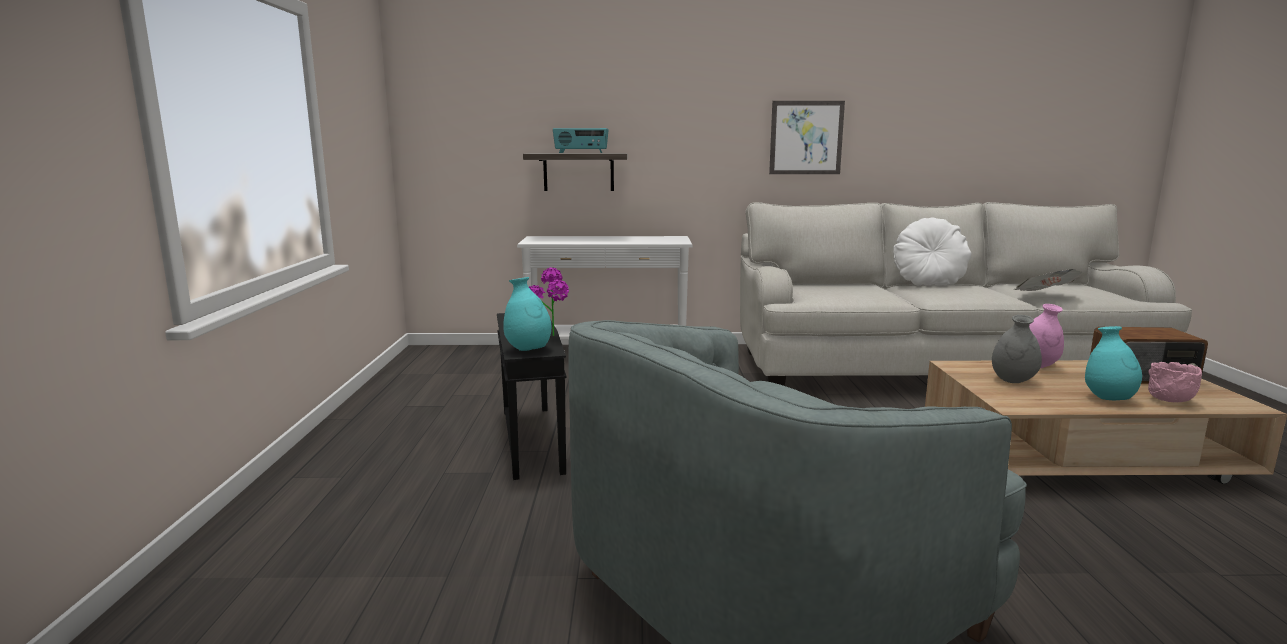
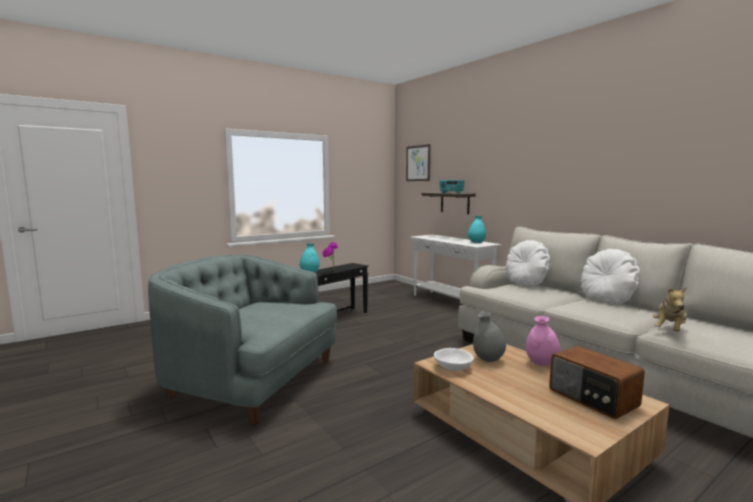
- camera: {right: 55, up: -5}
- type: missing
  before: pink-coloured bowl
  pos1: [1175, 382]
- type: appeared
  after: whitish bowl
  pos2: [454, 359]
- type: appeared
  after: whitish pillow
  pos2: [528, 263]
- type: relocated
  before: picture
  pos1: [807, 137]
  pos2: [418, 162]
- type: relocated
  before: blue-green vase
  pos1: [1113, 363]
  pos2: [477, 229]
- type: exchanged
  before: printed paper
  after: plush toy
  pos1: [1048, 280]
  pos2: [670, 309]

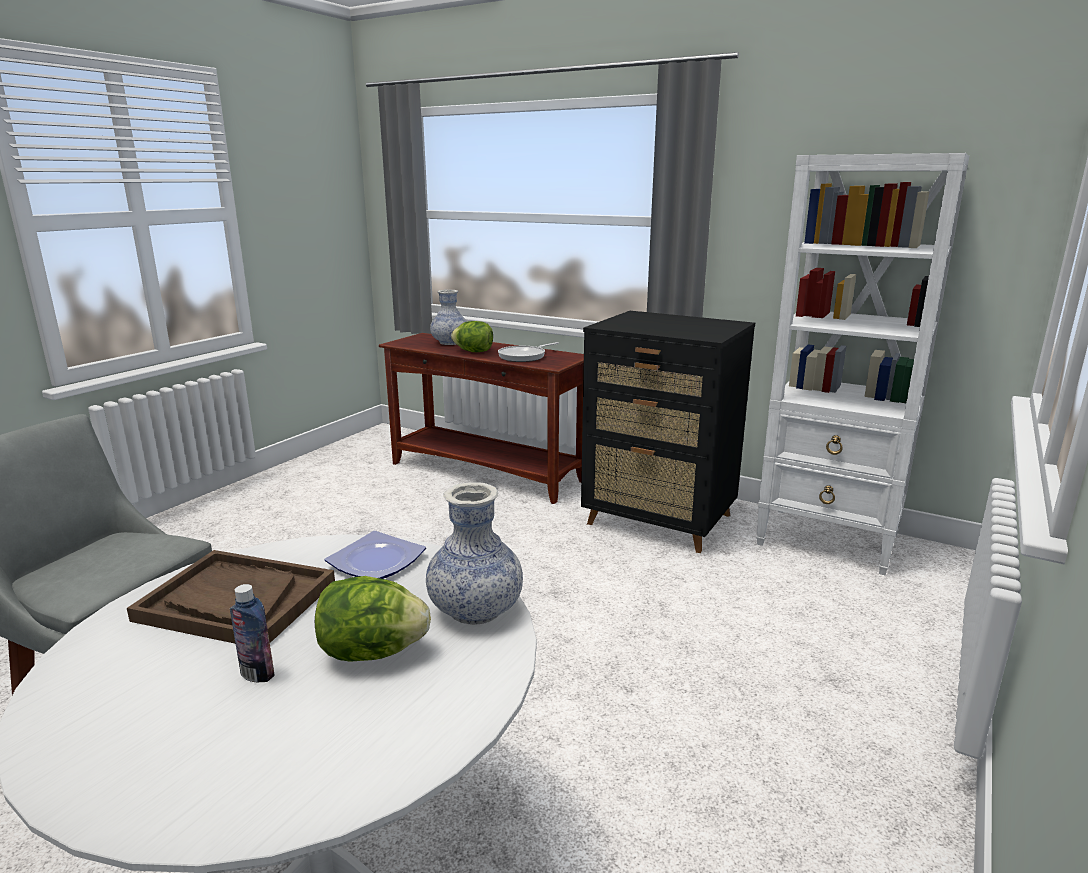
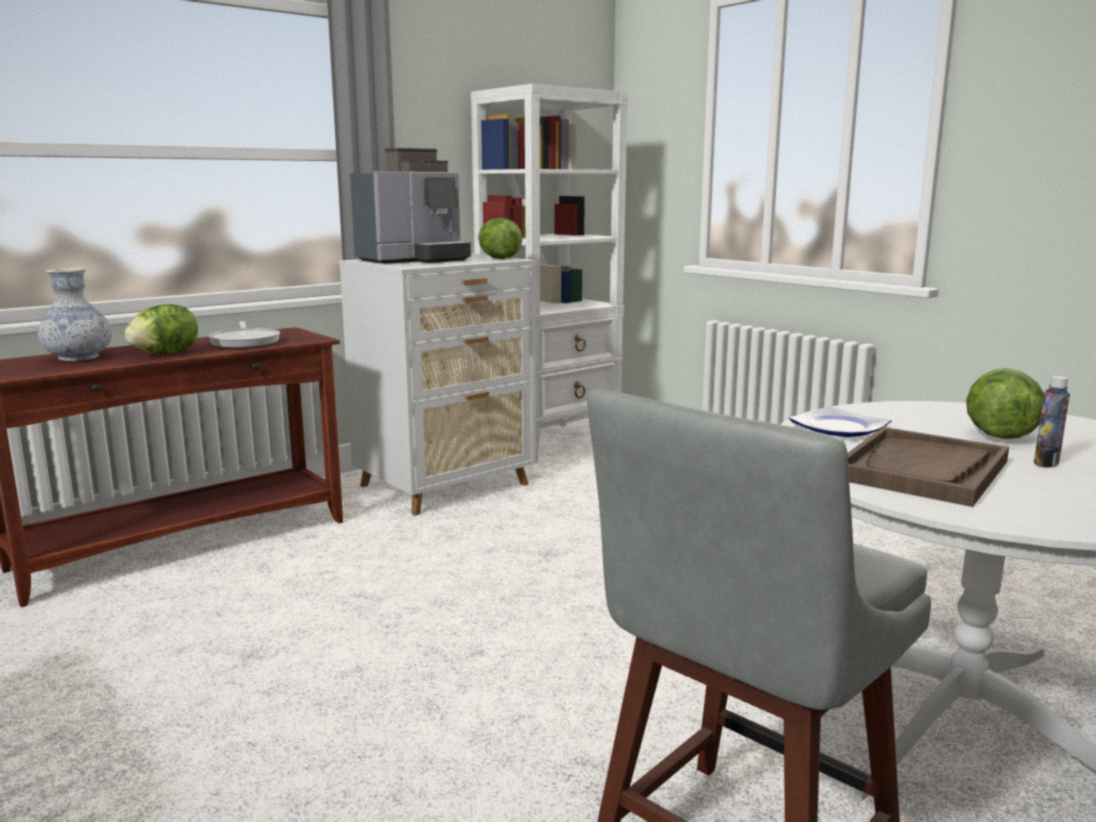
- camera: {right: -70, up: -5}
- type: missing
  before: vase
  pos1: [474, 553]
- type: appeared
  after: coffee brewer
  pos2: [410, 206]
- type: appeared
  after: lettuce
  pos2: [500, 238]
- type: colour
  before: blackish dresser
  after: whitish dresser
  pos1: [668, 432]
  pos2: [437, 384]

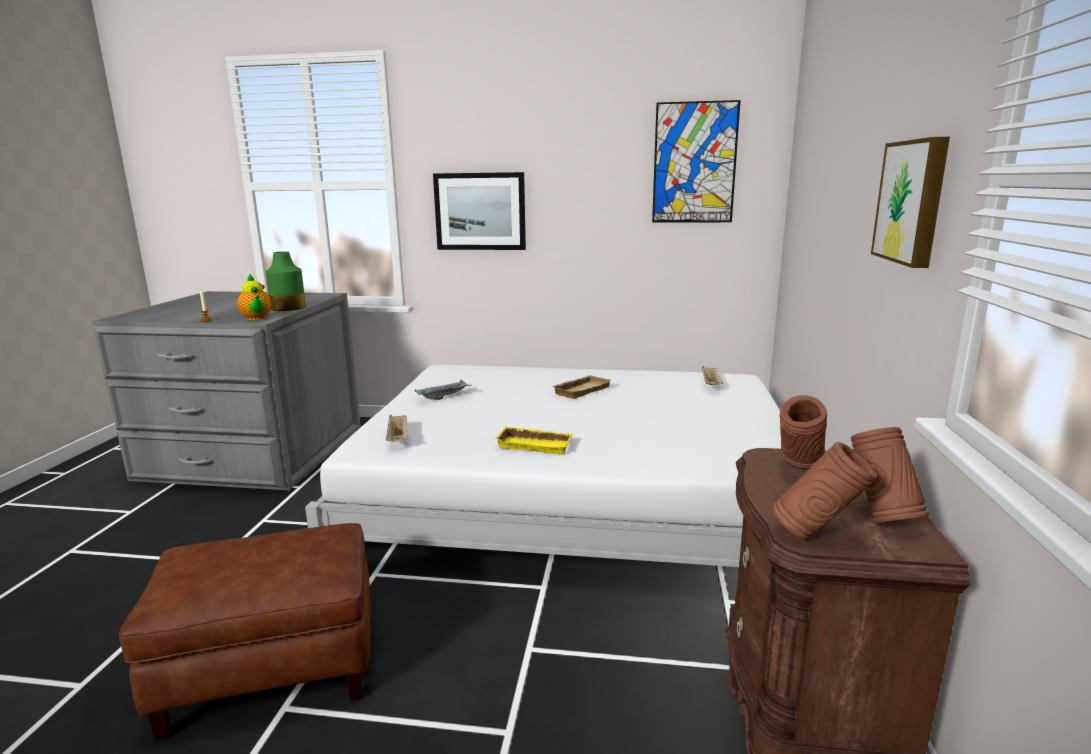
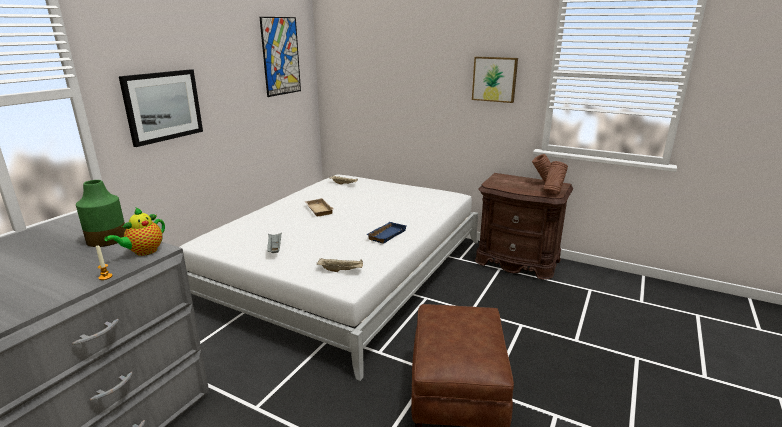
- camera: {right: -70, up: 5}
- type: missing
  before: brown-coloured vase
  pos1: [803, 432]
- type: colour
  before: yellow-coloured tray
  after: bluish tray
  pos1: [534, 440]
  pos2: [386, 233]
- type: spun
  before: teapot
  pos1: [254, 297]
  pos2: [134, 232]
  turn: 135

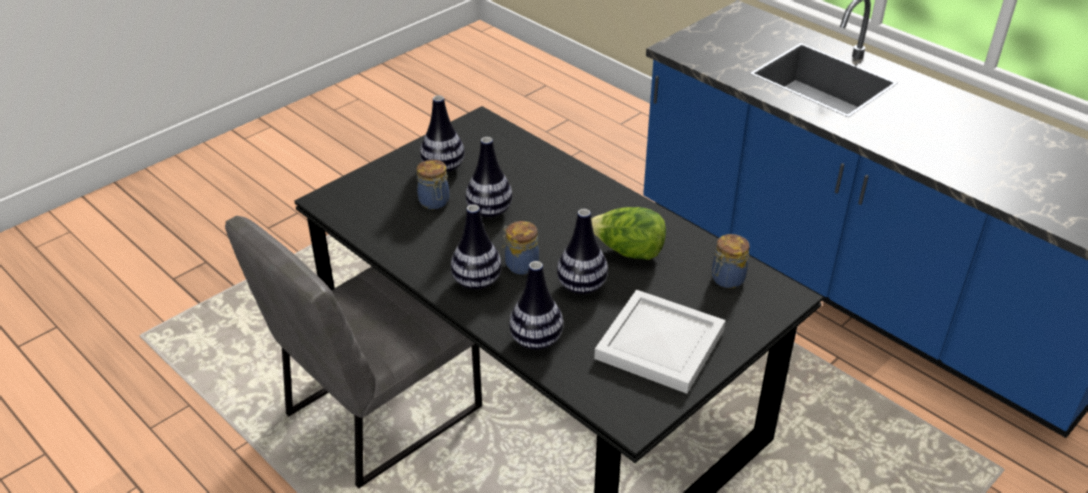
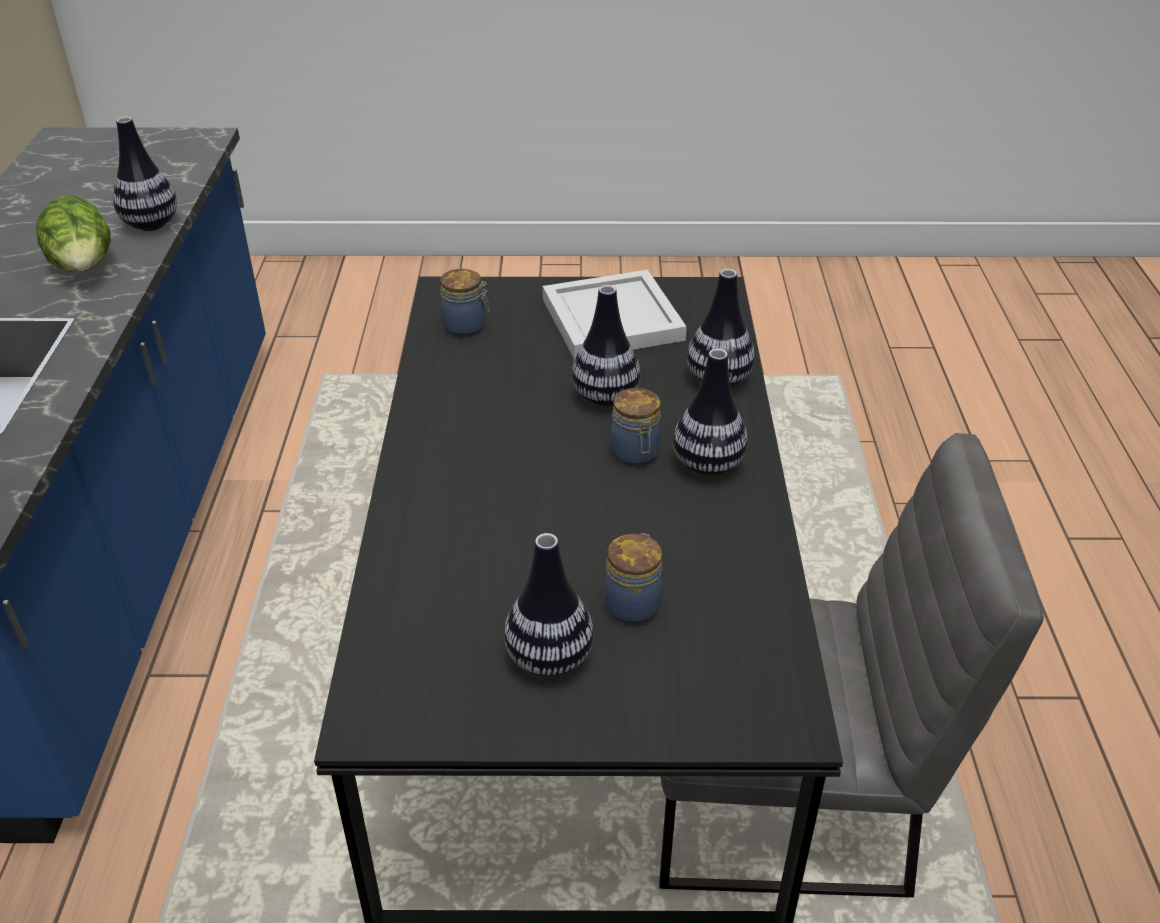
- camera: {right: -135, up: 0}
- type: relocated
  before: vase
  pos1: [489, 177]
  pos2: [145, 174]
- type: relocated
  before: lettuce
  pos1: [628, 233]
  pos2: [73, 234]

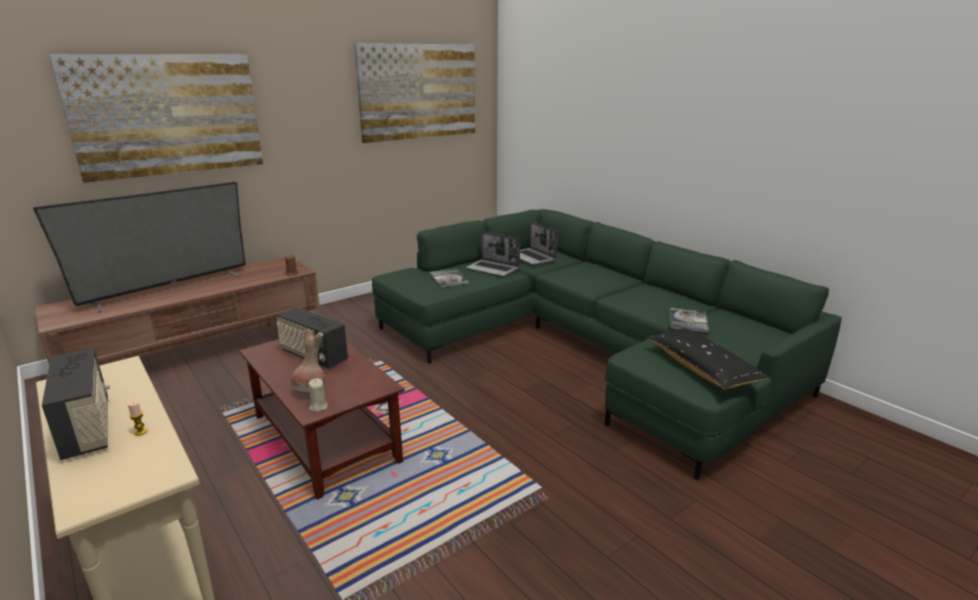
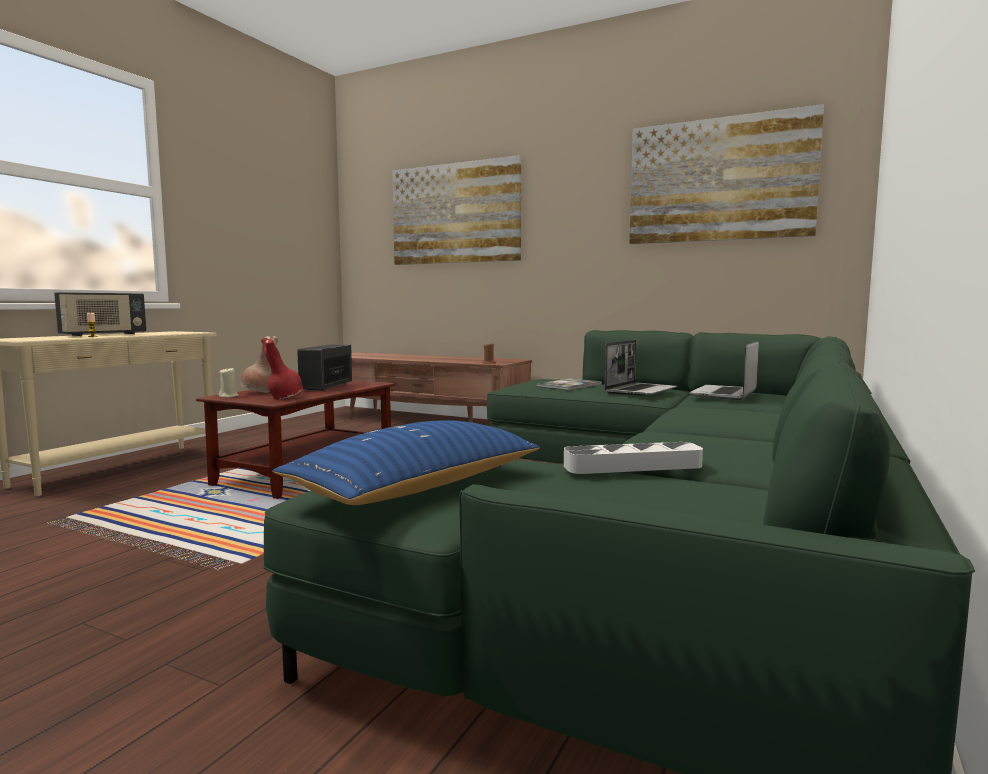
- camera: {right: 65, up: -15}
- type: missing
  before: TV set
  pos1: [139, 247]
- type: appeared
  after: red-coloured vase
  pos2: [282, 369]
- type: exchanged
  before: volume
  after: grey tray
  pos1: [689, 320]
  pos2: [633, 458]
- type: colour
  before: blackish pillow
  after: bluish pillow
  pos1: [708, 358]
  pos2: [406, 462]
- type: spun
  before: laptop
  pos1: [492, 253]
  pos2: [640, 368]
  turn: -150

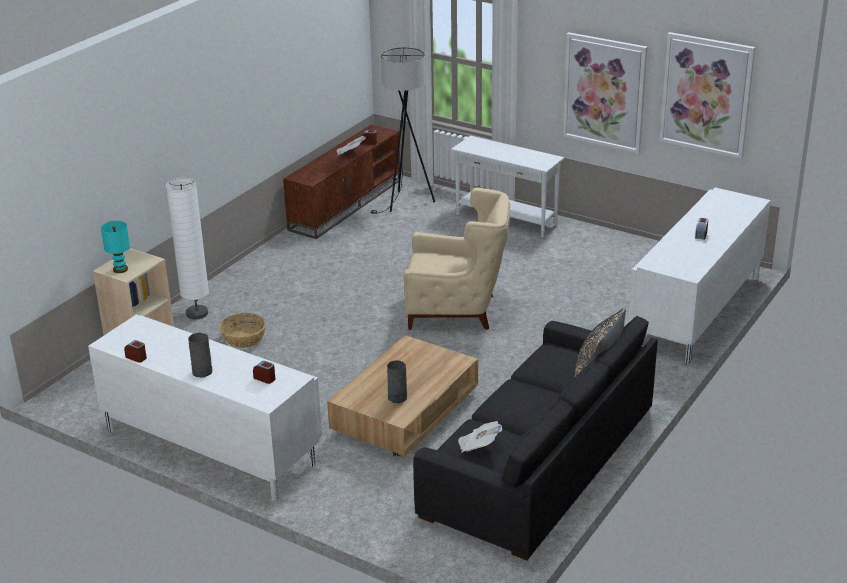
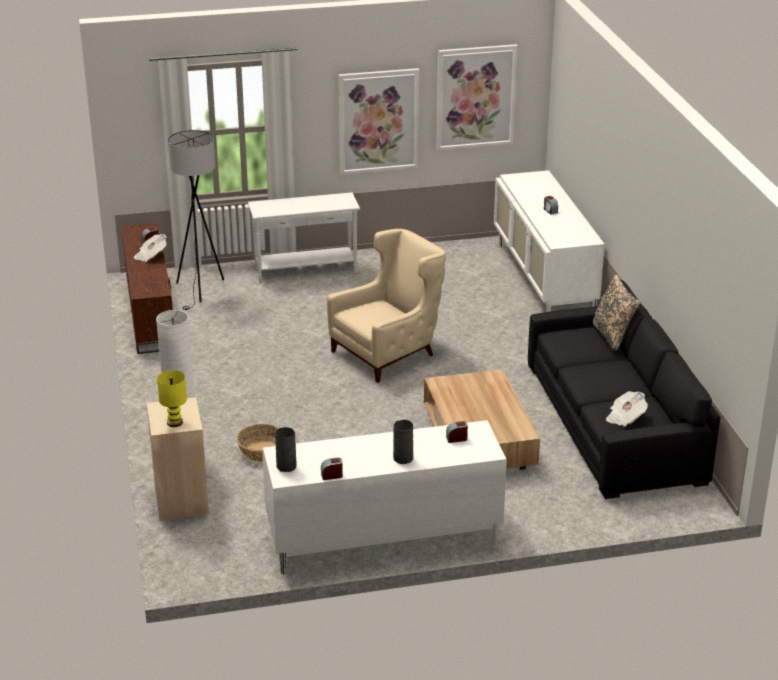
- camera: {right: -45, up: 0}
- type: relocated
  before: grey vase
  pos1: [397, 382]
  pos2: [286, 449]
- type: colour
  before: blue-green lamp for a table
  after: yellow-coloured lamp for a table
  pos1: [115, 247]
  pos2: [172, 398]

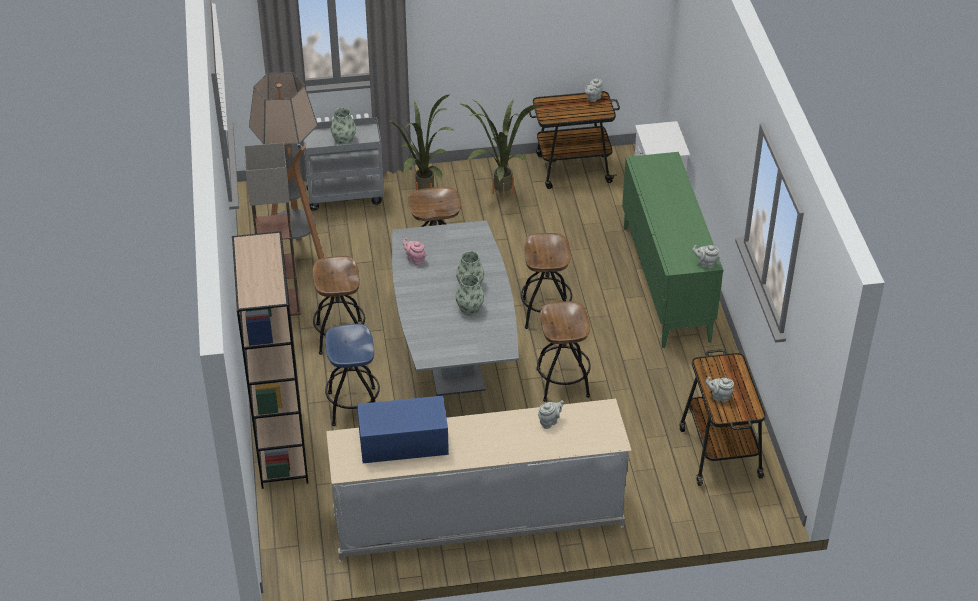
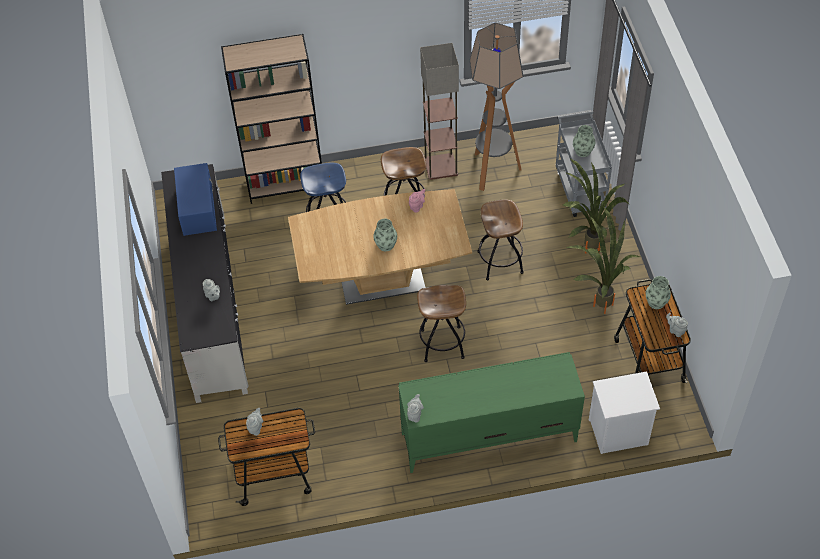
- camera: {right: 90, up: 10}
- type: missing
  before: brown-coloured sitting stool
  pos1: [563, 351]
- type: relocated
  before: vase
  pos1: [470, 295]
  pos2: [658, 292]
- type: colour
  before: beige-coloured storage cabinet
  after: blackish storage cabinet
  pos1: [479, 480]
  pos2: [204, 283]
- type: colour
  before: grey dining table
  after: brown-coloured dining table
  pos1: [455, 308]
  pos2: [380, 247]

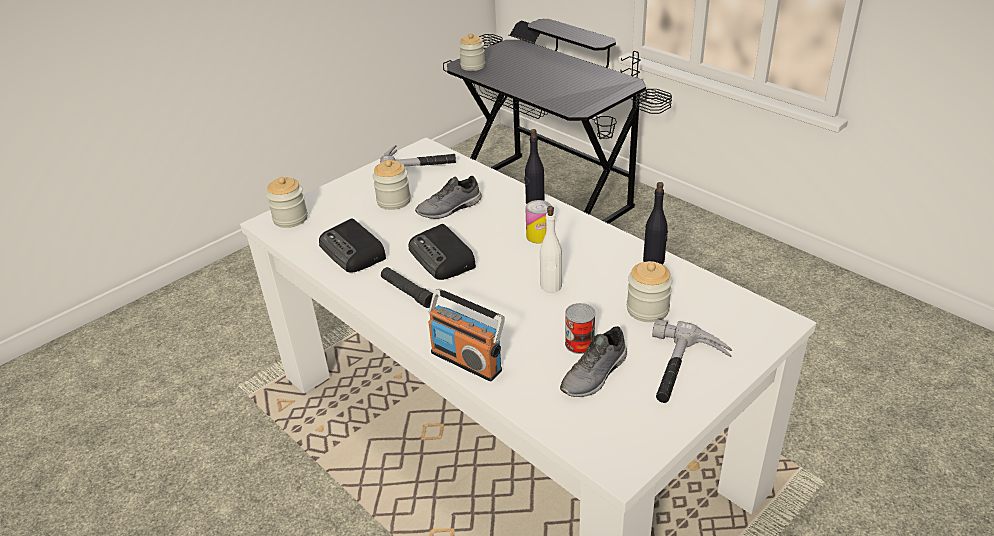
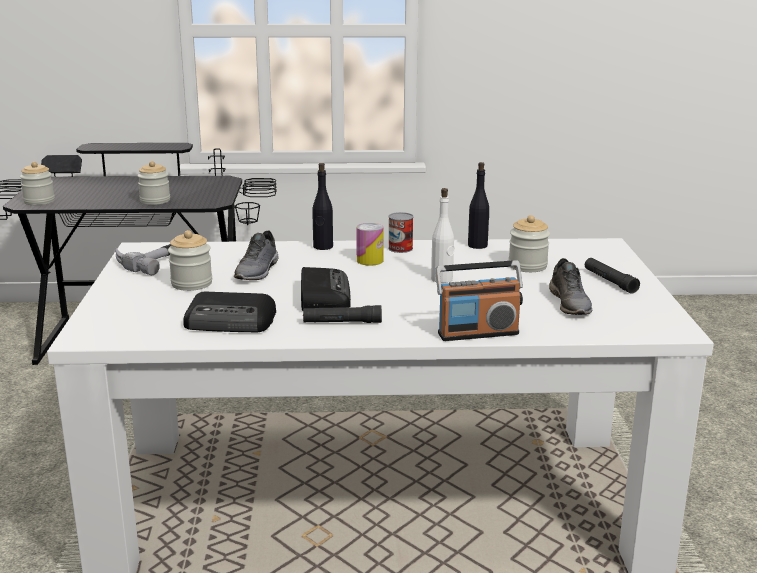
- camera: {right: -50, up: -15}
- type: relocated
  before: storage jar
  pos1: [287, 202]
  pos2: [153, 183]
- type: relocated
  before: can
  pos1: [580, 328]
  pos2: [400, 232]
- type: exchanged
  before: hammer
  after: blackish hand torch
  pos1: [692, 361]
  pos2: [612, 275]
- type: spun
  before: radio
  pos1: [442, 252]
  pos2: [326, 289]
  turn: -105

